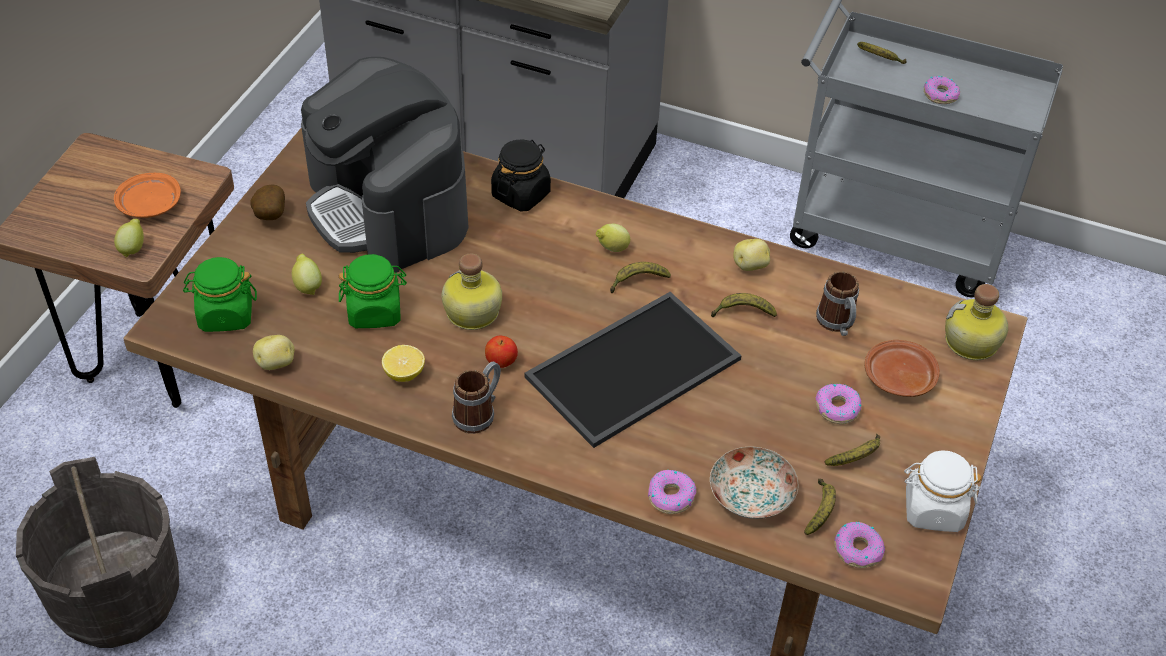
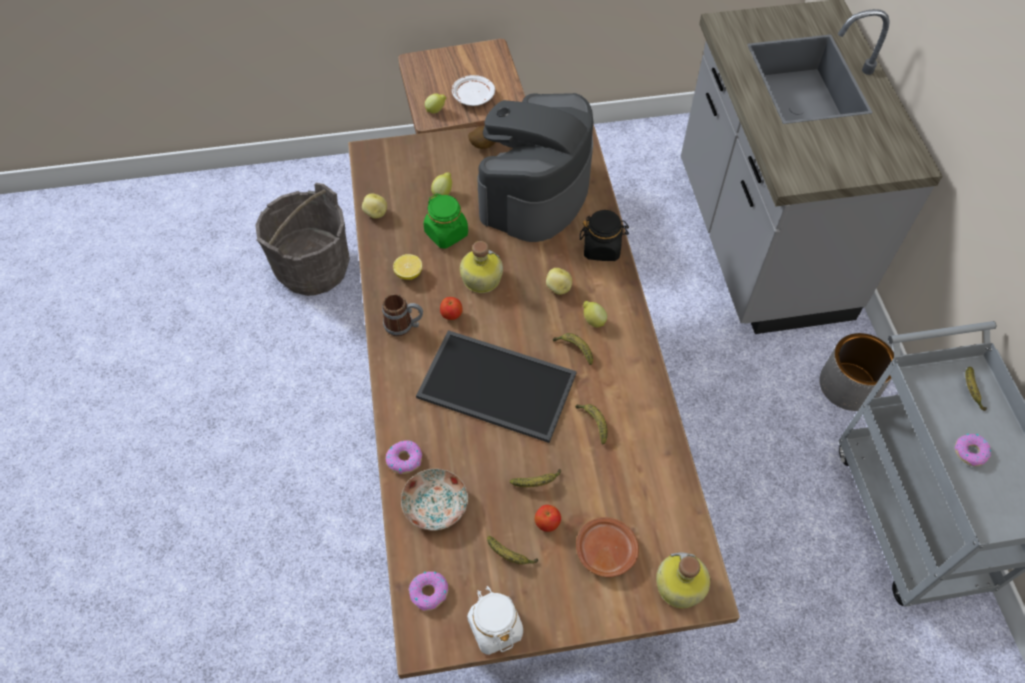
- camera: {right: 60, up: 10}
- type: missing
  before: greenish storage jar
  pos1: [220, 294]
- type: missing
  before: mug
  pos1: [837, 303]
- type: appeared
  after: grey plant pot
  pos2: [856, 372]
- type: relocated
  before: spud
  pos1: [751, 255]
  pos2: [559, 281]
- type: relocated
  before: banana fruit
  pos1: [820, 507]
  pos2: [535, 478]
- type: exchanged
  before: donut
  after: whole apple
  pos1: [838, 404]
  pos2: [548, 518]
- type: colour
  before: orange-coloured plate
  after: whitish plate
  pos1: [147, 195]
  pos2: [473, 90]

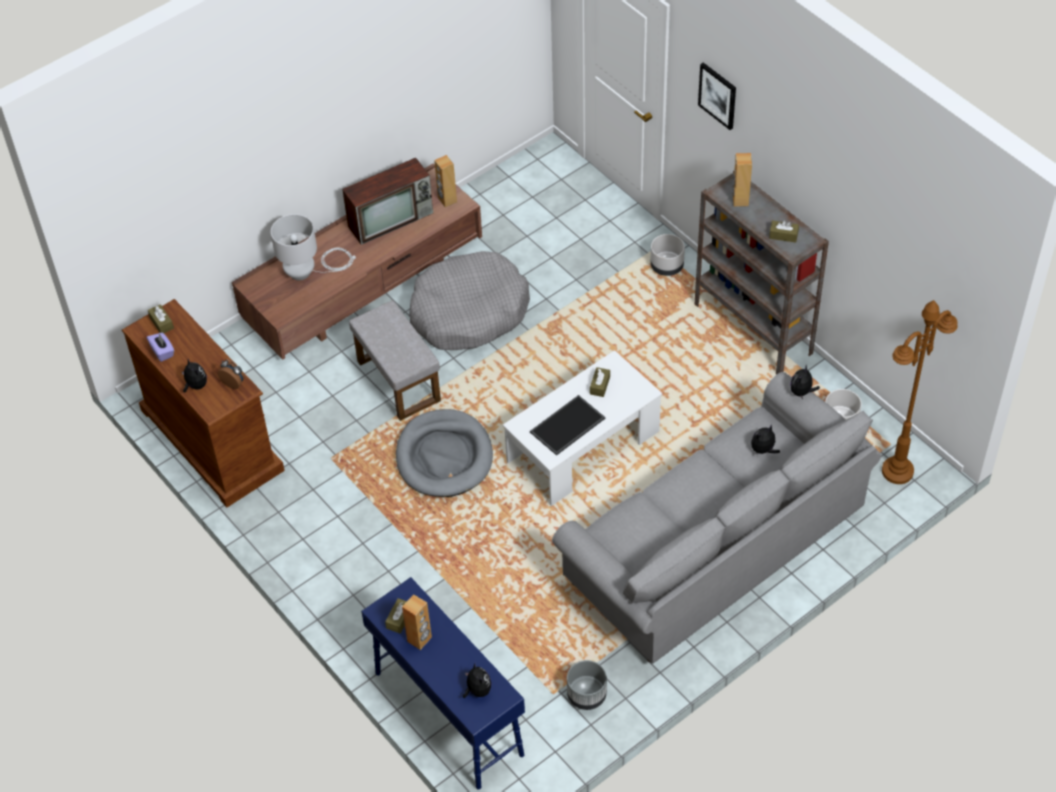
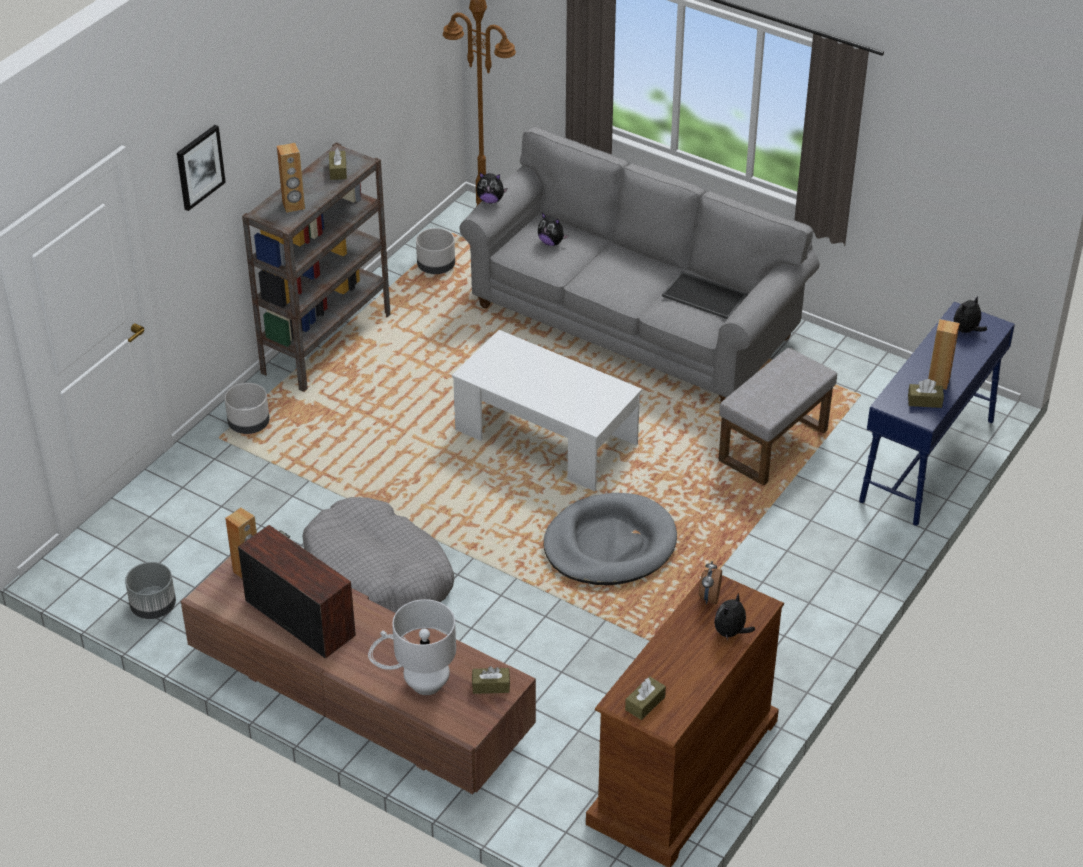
- camera: {right: -110, up: -10}
- type: missing
  before: purplish box of tissues
  pos1: [160, 347]
- type: relocated
  before: grey footrest
  pos1: [395, 361]
  pos2: [777, 417]
- type: relocated
  before: tray
  pos1: [567, 425]
  pos2: [705, 295]
- type: relocated
  before: grey plant pot
  pos1: [587, 685]
  pos2: [150, 590]
- type: relocated
  before: brown-coloured box of tissues
  pos1: [600, 382]
  pos2: [491, 680]

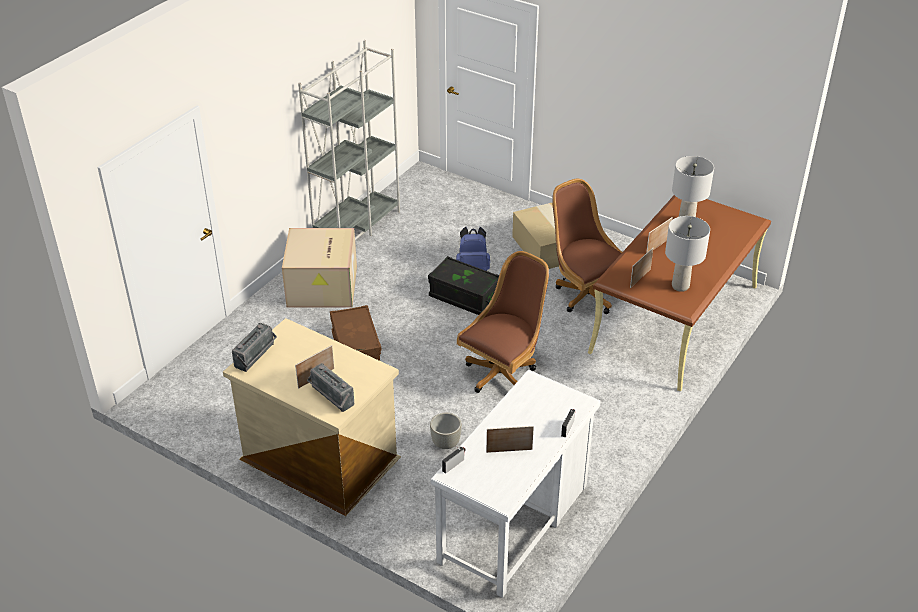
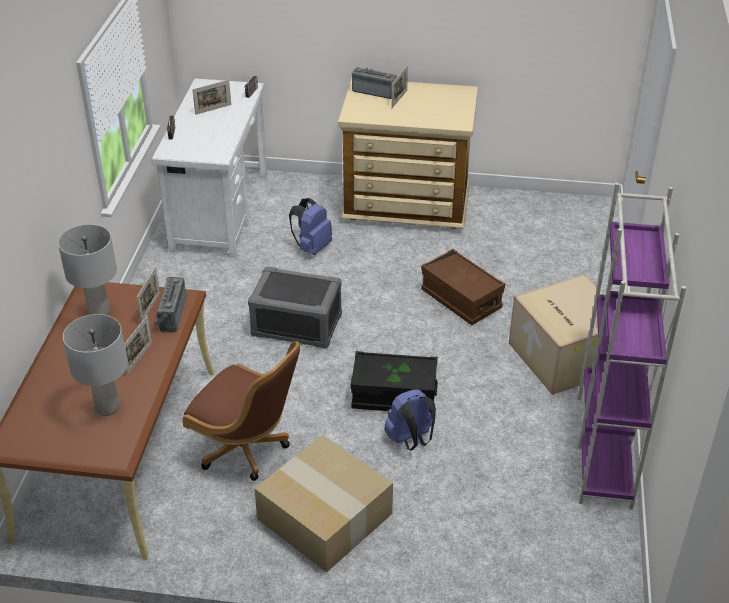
- camera: {right: 155, up: 0}
- type: relocated
  before: radio
  pos1: [254, 347]
  pos2: [170, 304]
- type: exchanged
  before: grey plant pot
  after: bluish knapsack
  pos1: [446, 431]
  pos2: [310, 226]
- type: exchanged
  before: brown-coloured computer chair
  after: grey storage container
  pos1: [503, 322]
  pos2: [295, 308]
- type: colour
  before: grey bookcase
  after: purplish bookcase
  pos1: [349, 140]
  pos2: [632, 346]

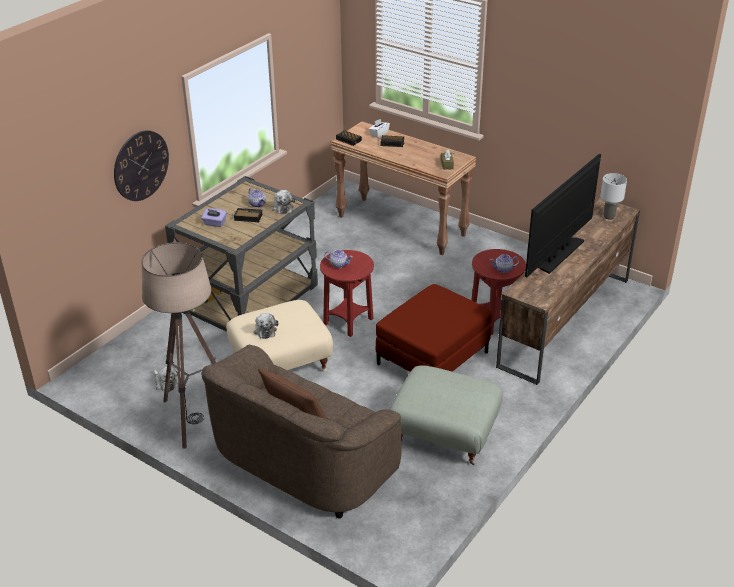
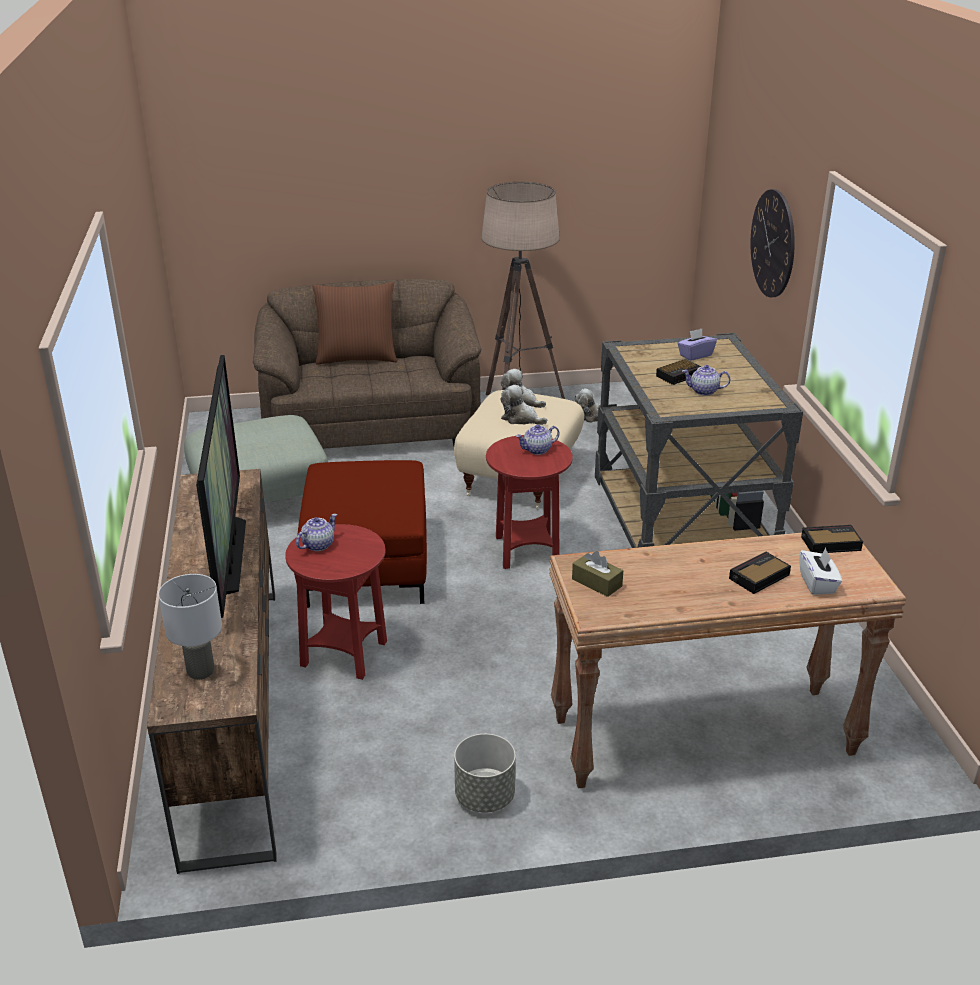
- camera: {right: 135, up: -5}
- type: appeared
  after: grey plant pot
  pos2: [485, 773]
- type: relocated
  before: plush toy
  pos1: [283, 202]
  pos2: [524, 405]

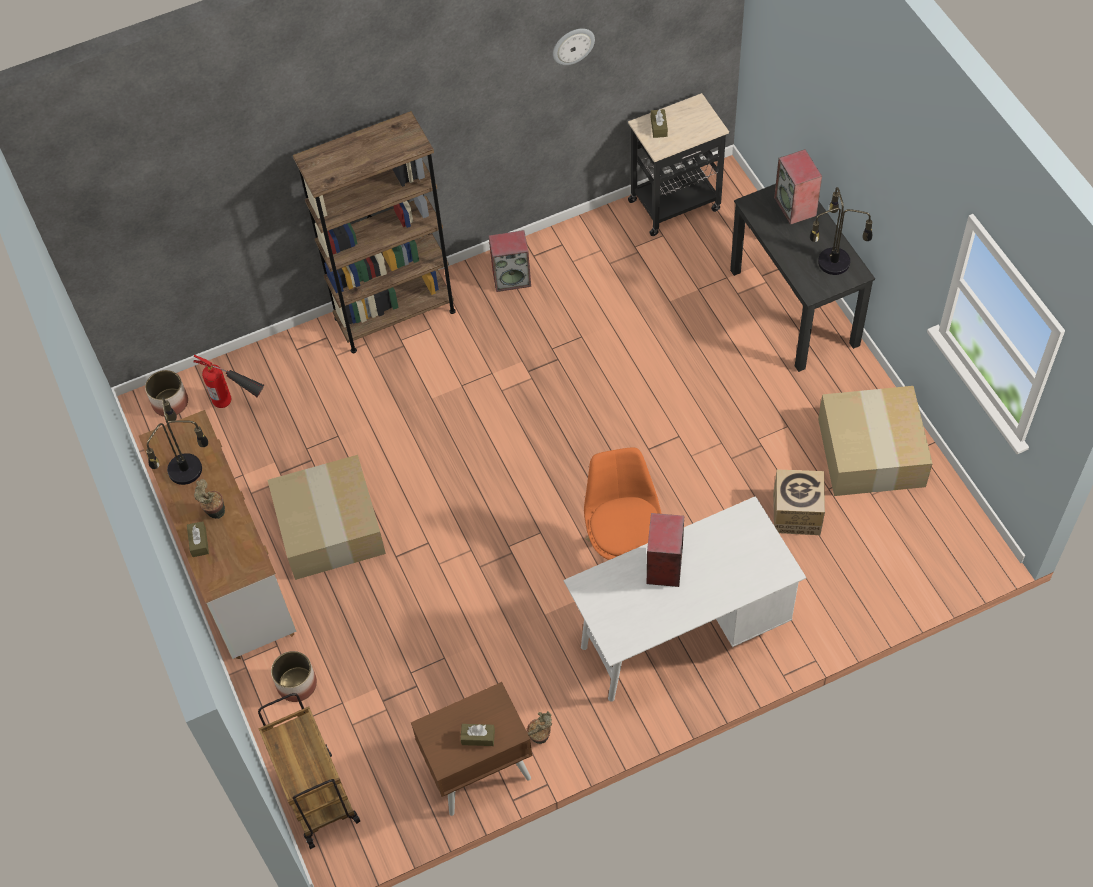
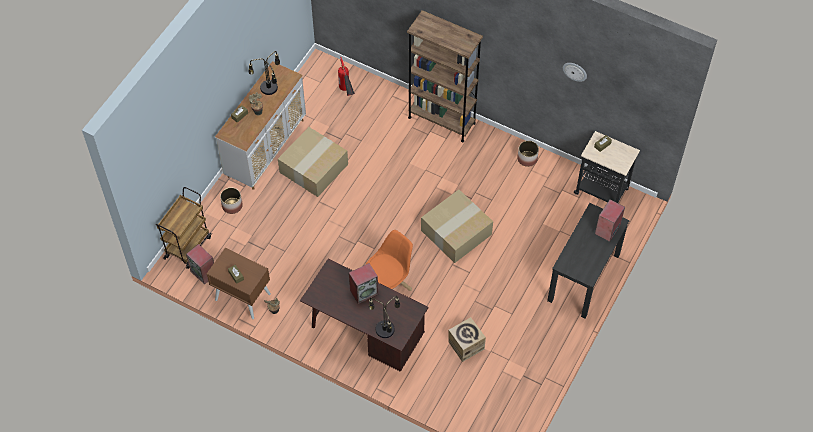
- camera: {right: 50, up: 0}
- type: relocated
  before: plant pot
  pos1: [166, 393]
  pos2: [528, 154]
- type: relocated
  before: loudspeaker
  pos1: [510, 261]
  pos2: [200, 264]
- type: relocated
  before: lamp for a table
  pos1: [841, 231]
  pos2: [384, 317]
- type: relocated
  before: packing box
  pos1: [875, 441]
  pos2: [457, 226]
- type: colour
  before: whitish desk unit
  after: brown-coloured desk unit
  pos1: [685, 599]
  pos2: [364, 315]

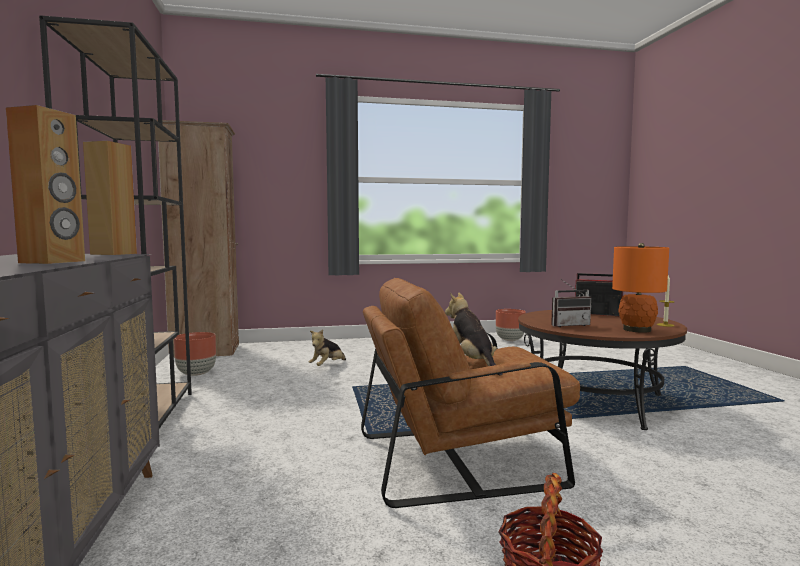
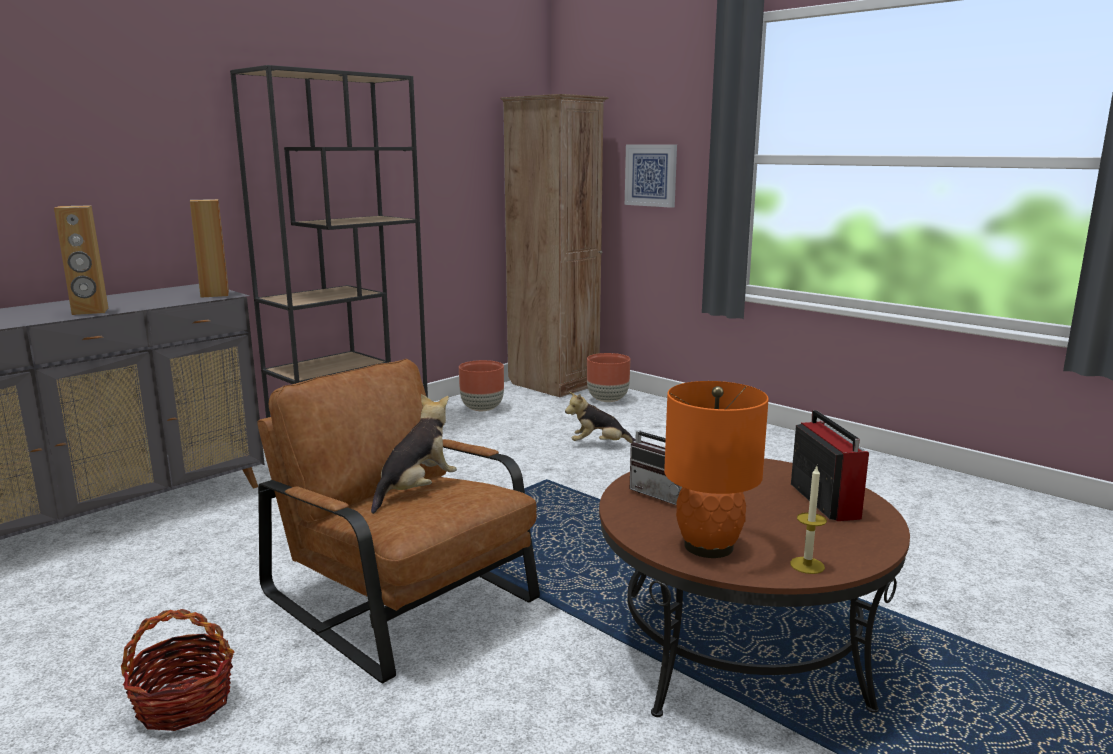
- camera: {right: 55, up: 10}
- type: appeared
  after: picture
  pos2: [651, 176]
- type: relocated
  before: brown-coloured plant pot
  pos1: [511, 325]
  pos2: [608, 377]

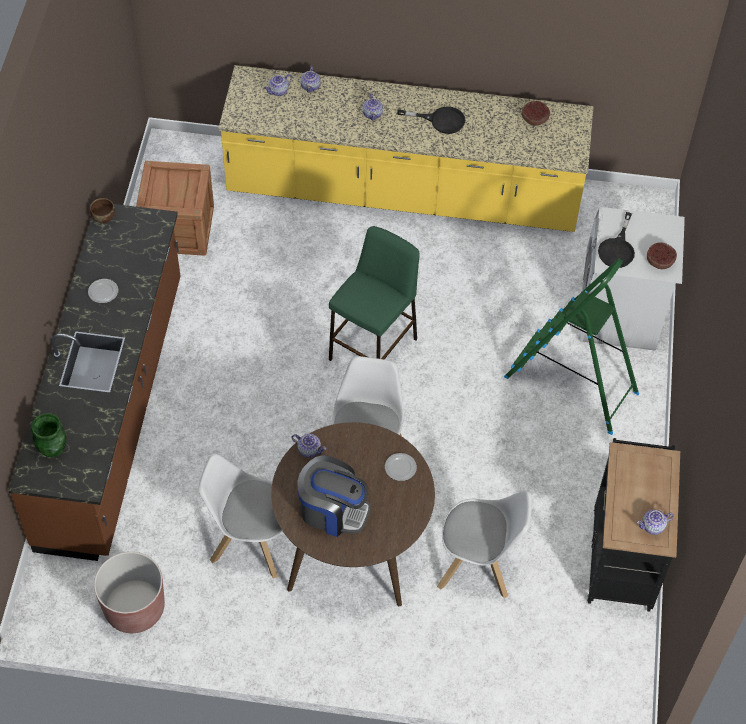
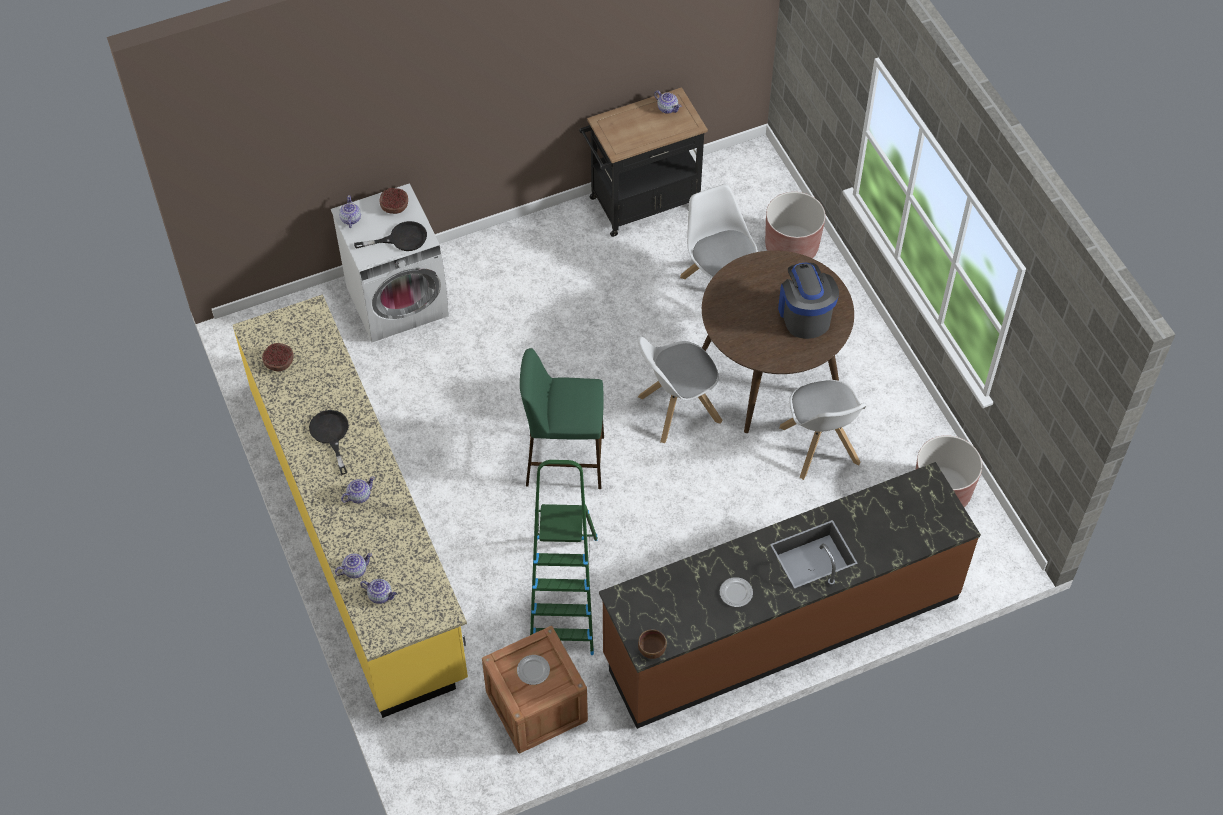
- camera: {right: -120, up: 0}
- type: missing
  before: greenish vase
  pos1: [48, 435]
- type: appeared
  after: brown-coloured plant pot
  pos2: [795, 225]
- type: relocated
  before: teapot
  pos1: [309, 446]
  pos2: [350, 211]
- type: relocated
  before: plate
  pos1: [401, 467]
  pos2: [533, 670]
- type: relocated
  before: greenish step ladder
  pos1: [571, 346]
  pos2: [564, 557]

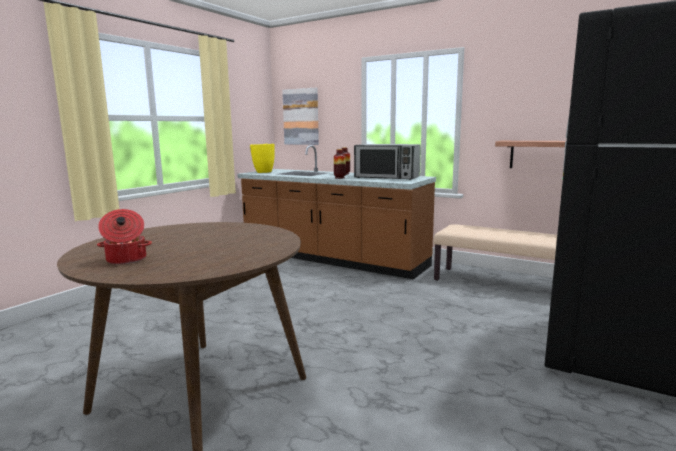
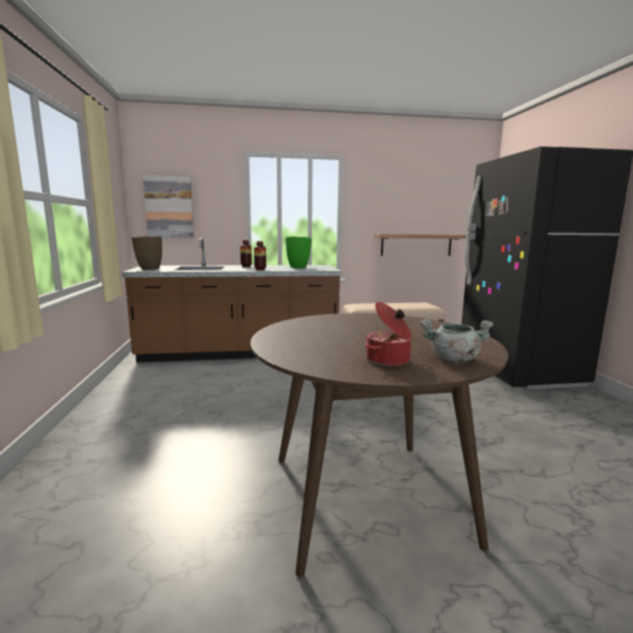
- camera: {right: -40, up: 0}
- type: appeared
  after: grey stockpot
  pos2: [457, 340]
- type: exchanged
  before: microwave
  after: greenish vase
  pos1: [387, 162]
  pos2: [298, 252]
- type: colour
  before: yellow-coloured vase
  after: brown-coloured vase
  pos1: [262, 158]
  pos2: [147, 253]

